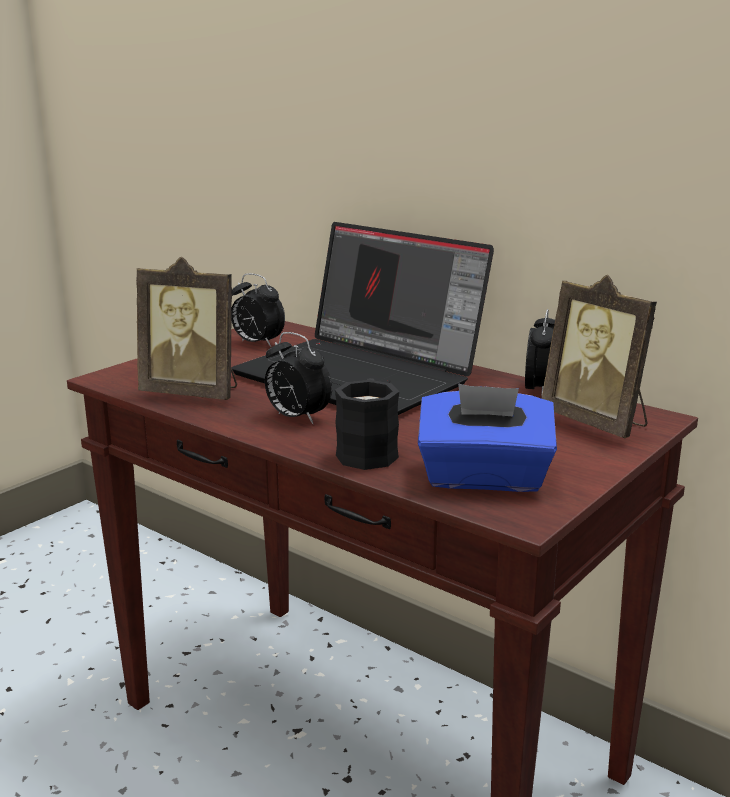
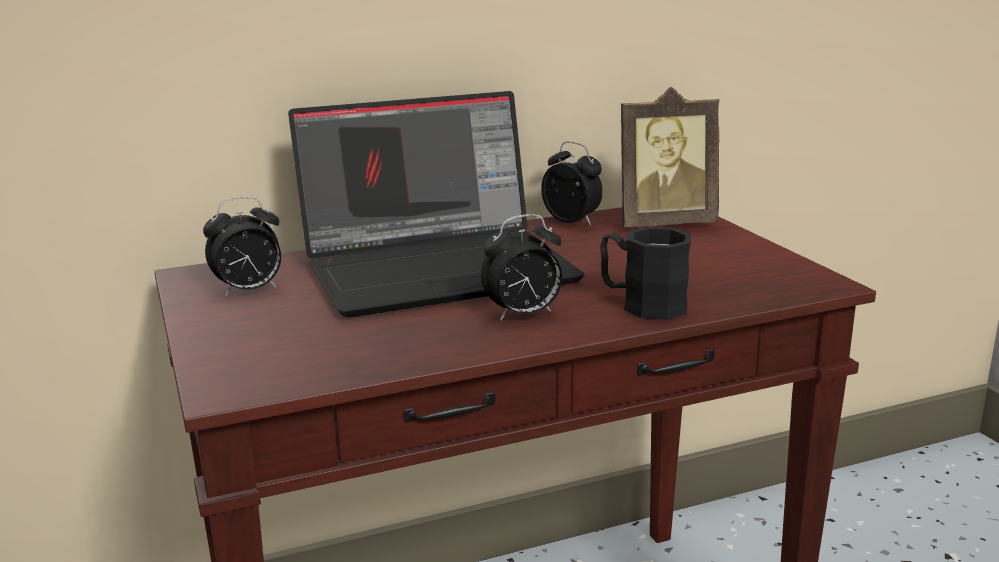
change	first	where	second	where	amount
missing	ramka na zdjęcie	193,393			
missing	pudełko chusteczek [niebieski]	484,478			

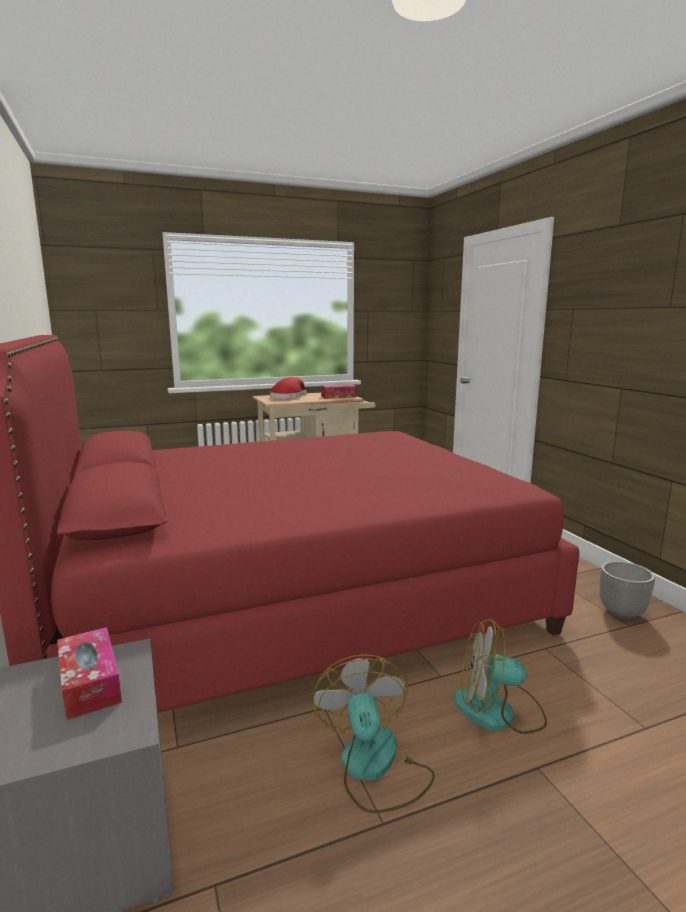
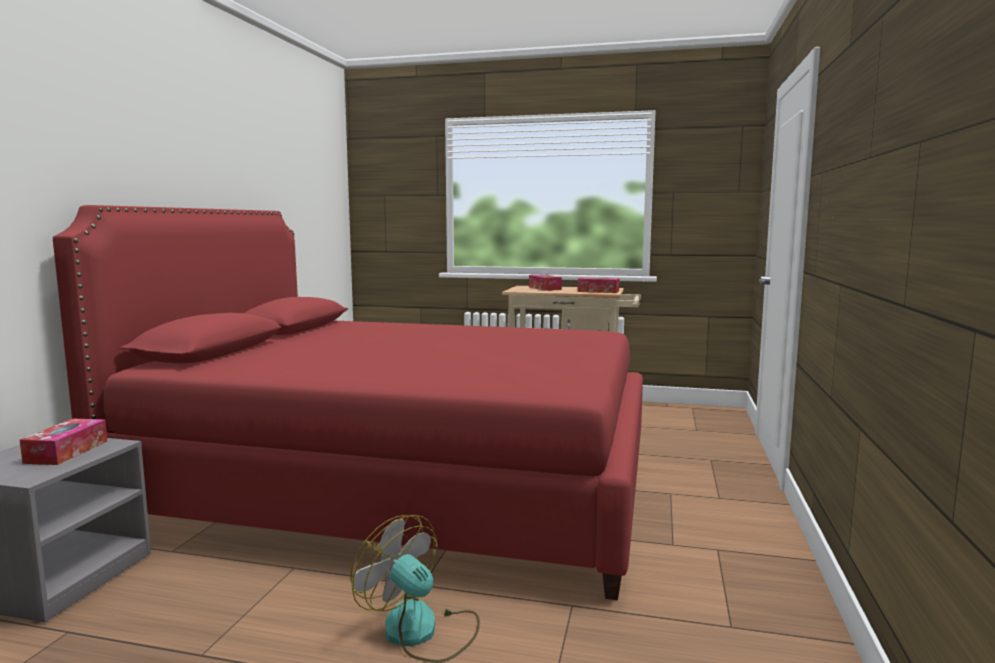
change	first	where	second	where	amount
missing	wentylator	374,768			
missing	donica	621,613			
exchanged	kapelusz [czerwony]	288,397	pudełko chusteczek	544,288	

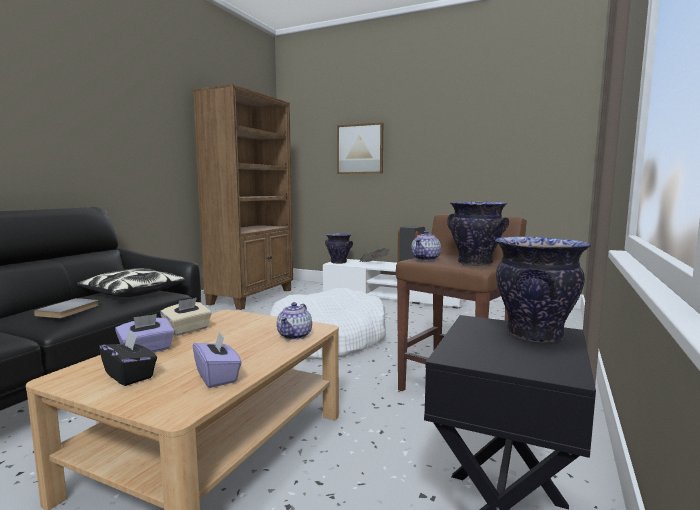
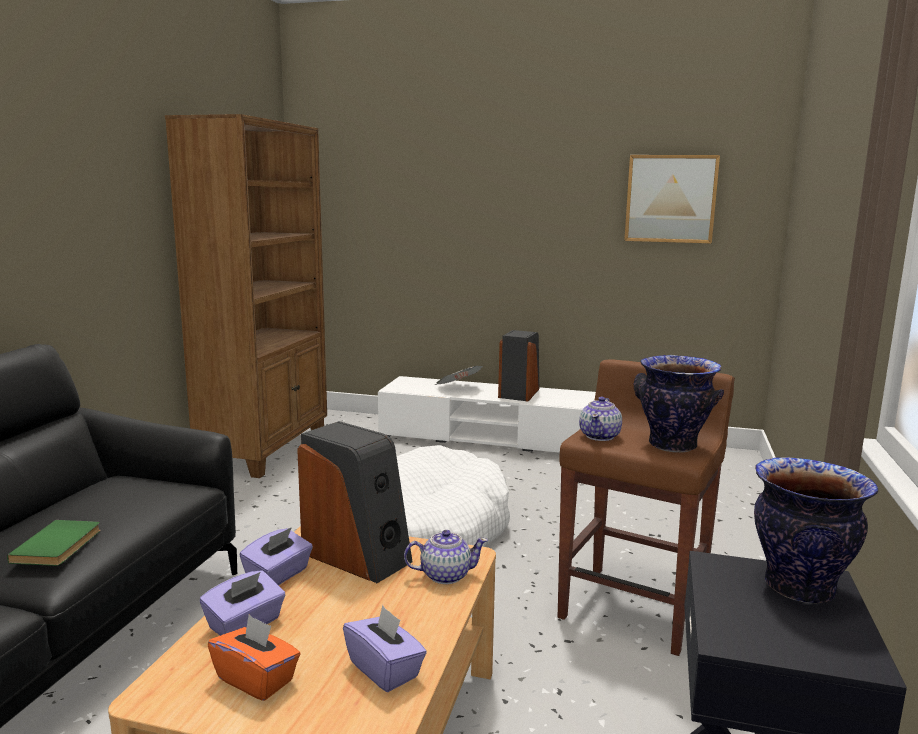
change	first	where	second	where	amount
missing	poduszka	132,293			
missing	wazon	339,262			
appeared			głośnik	357,556	
relocated	obraz	360,149		670,199	
colour	książka [szary]	70,310	książka [zielony]	60,546	
colour	pudełko chusteczek [czarny]	130,375	pudełko chusteczek [pomarańczowy]	256,679	
colour	pudełko chusteczek [beżowy]	187,330	pudełko chusteczek [fioletowy]	278,575	
spun	imbryk	295,335		445,575	105 degrees counterclockwise

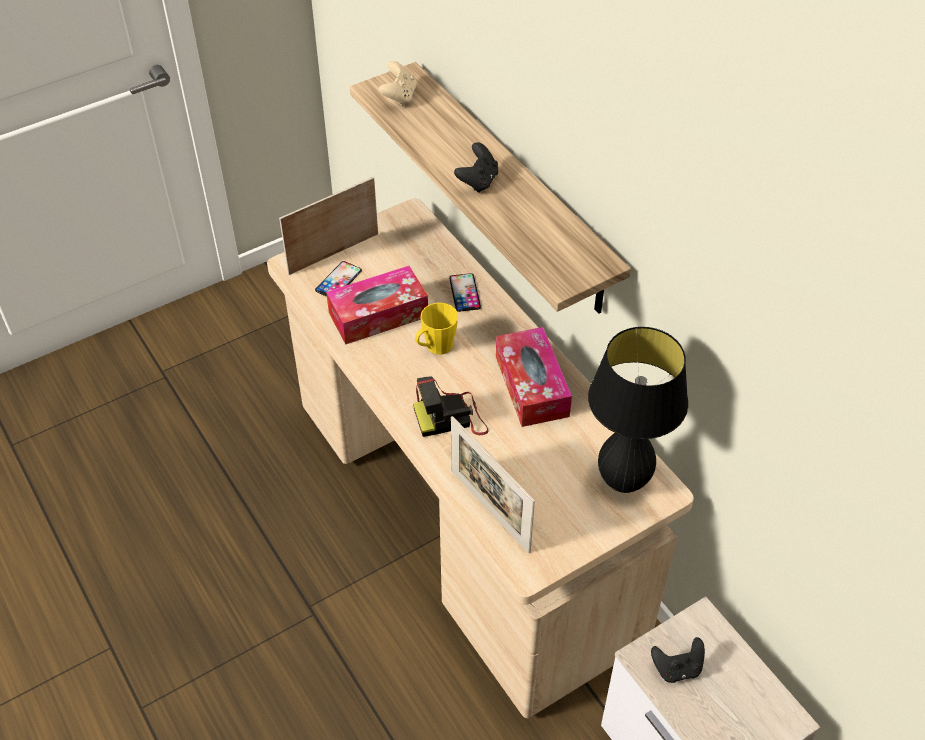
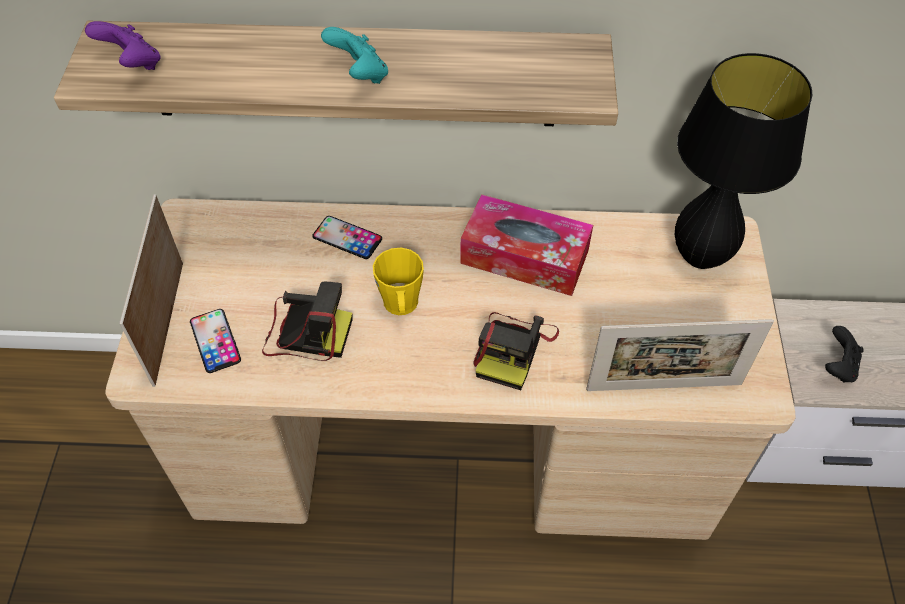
change	first	where	second	where	amount
exchanged	pudełko chusteczek	378,315	aparat fotograficzny	305,332	
colour	pad do gier [beżowy]	399,97	pad do gier [fioletowy]	133,64	
colour	pad do gier [czarny]	478,181	pad do gier [turkusowy]	359,74	

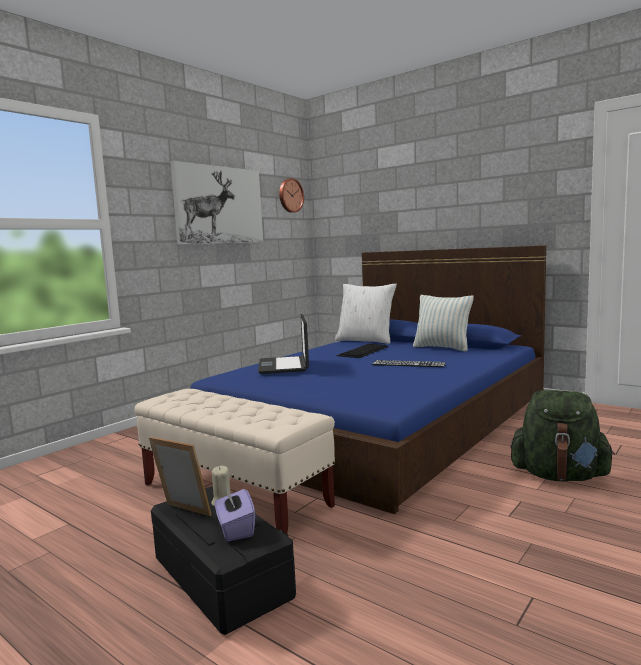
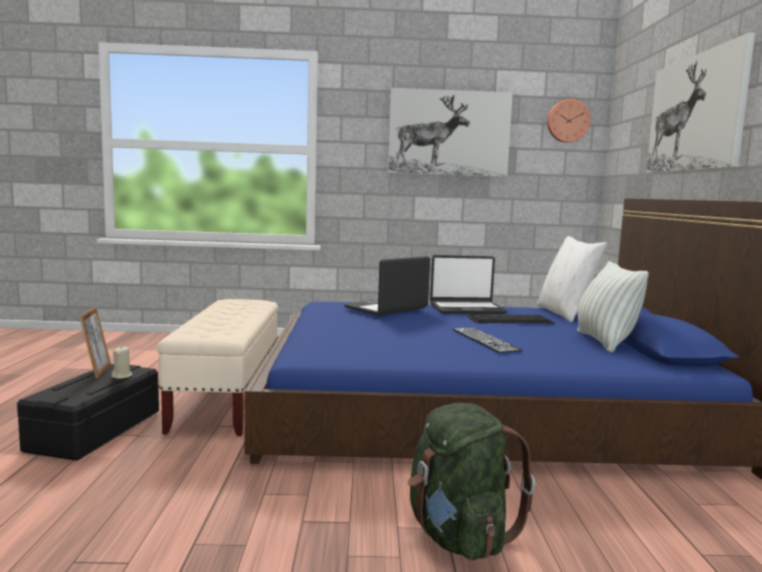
change	first	where	second	where	amount
missing	pudełko chusteczek [fioletowy]	235,529			
appeared			laptop	466,309	
appeared			obraz	695,113	

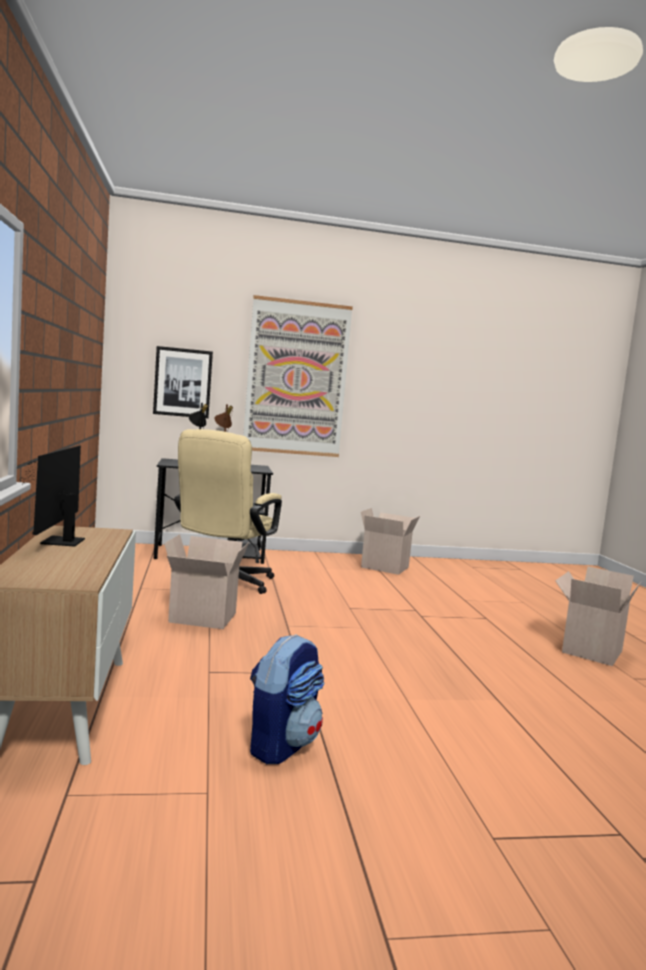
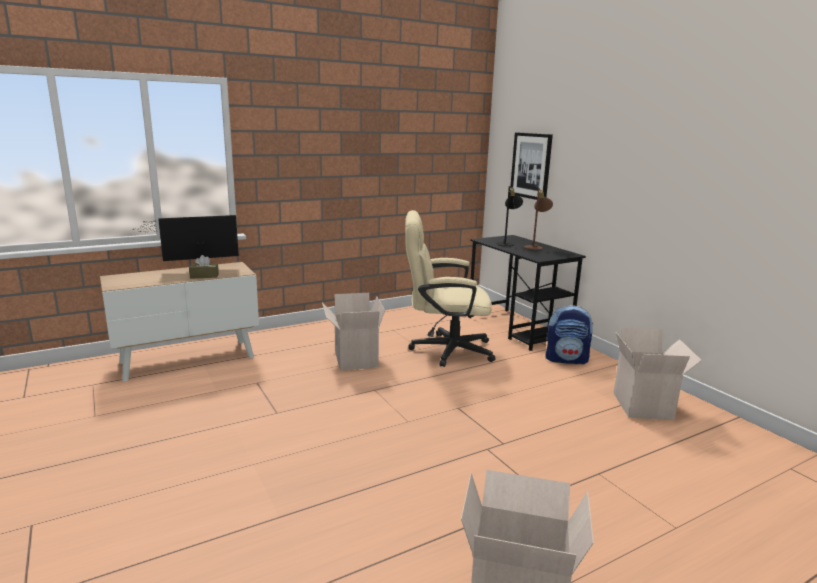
change	first	where	second	where	amount
missing	obraz	297,378			
appeared			pudełko chusteczek [brązowy]	204,276	
relocated	plecak	281,745		566,359	

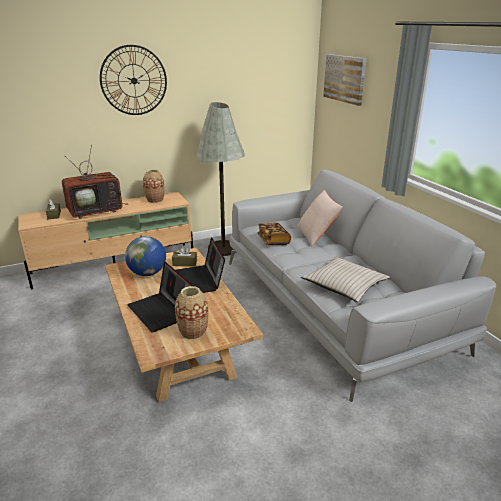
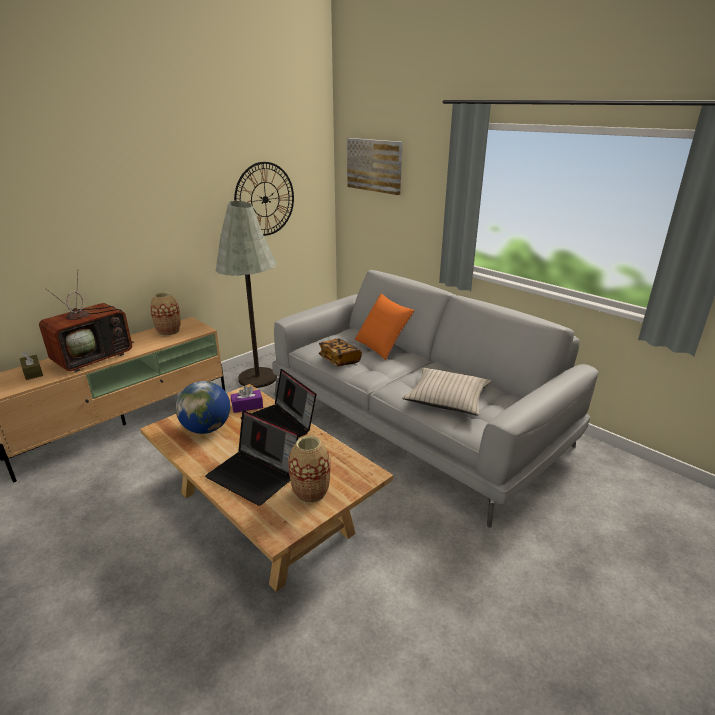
change	first	where	second	where	amount
relocated	zegar ścienny	134,80		265,199	
colour	pudełko chusteczek [brązowy]	185,263	pudełko chusteczek [fioletowy]	247,406	
colour	poduszka [beżowy]	316,235	poduszka [pomarańczowy]	382,346	

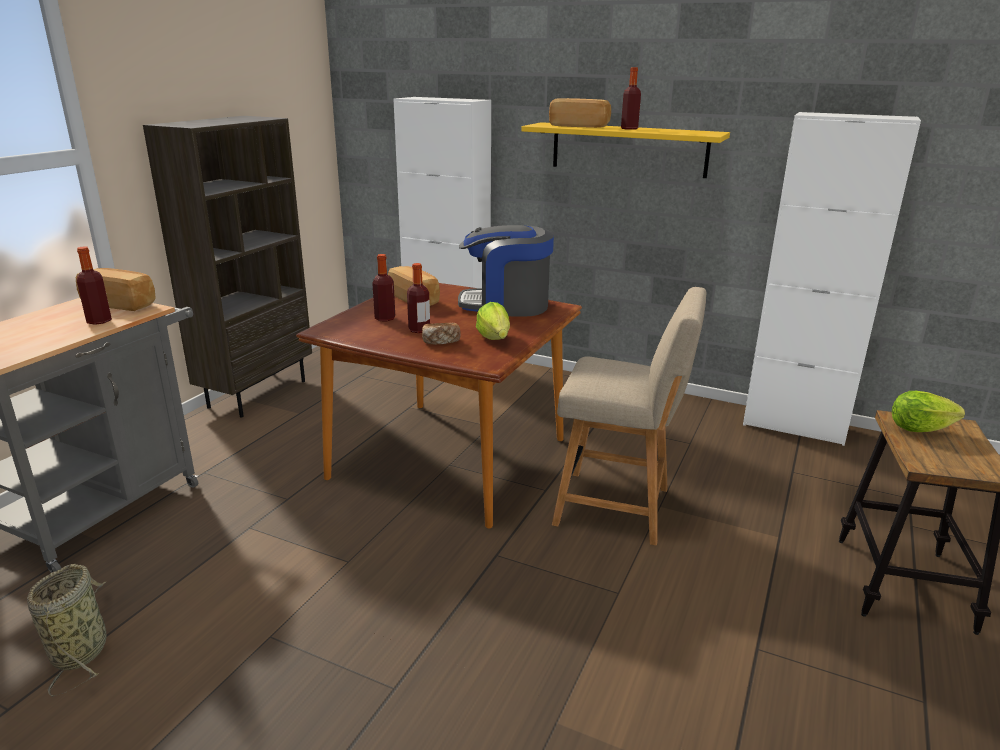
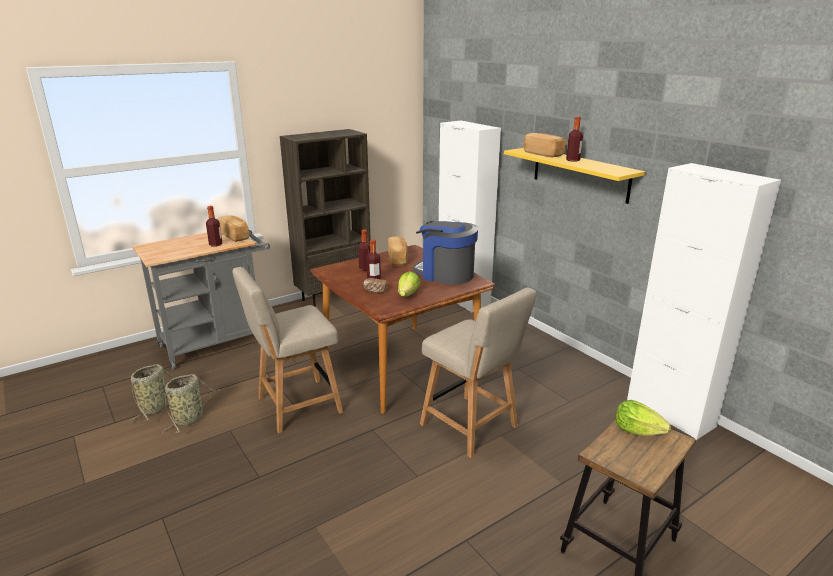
change	first	where	second	where	amount
appeared			koszyk	190,418	
appeared			krzesło [beżowy]	295,406	

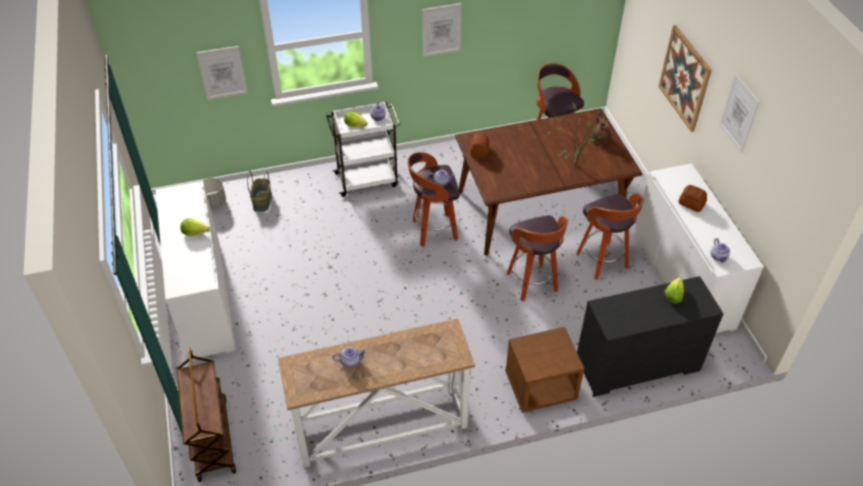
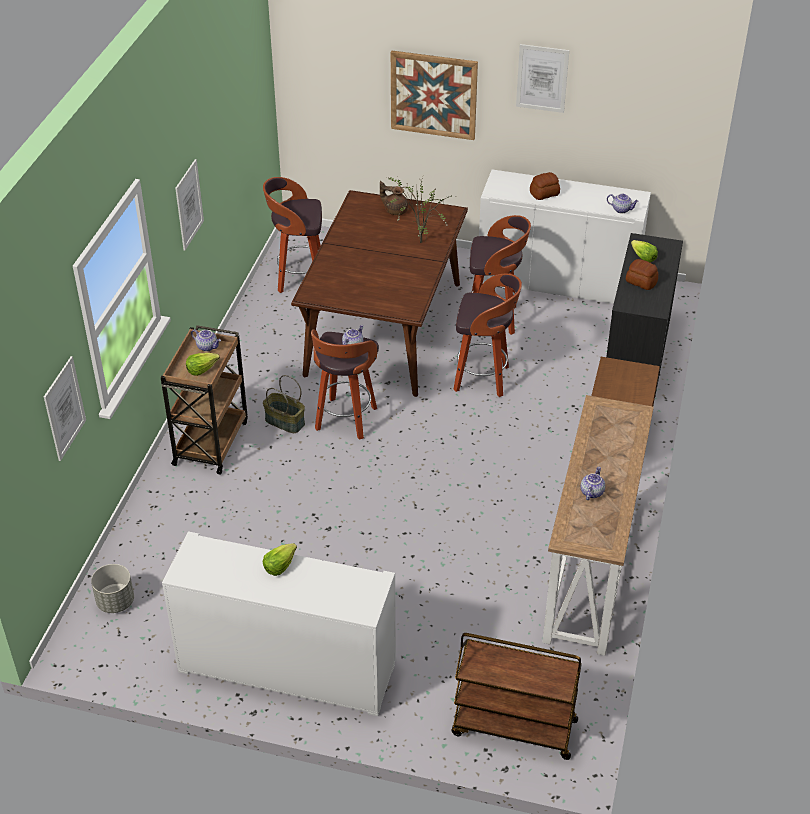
change	first	where	second	where	amount
relocated	koszyk	262,201		284,422	
relocated	chleb	480,151		641,281	
colour	wózek [biały]	367,179	wózek [brązowy]	211,441	

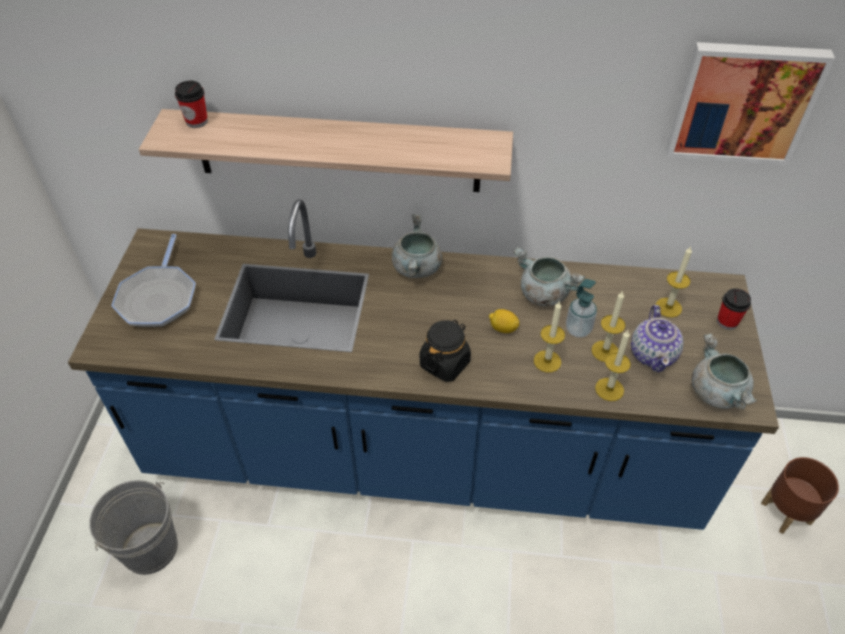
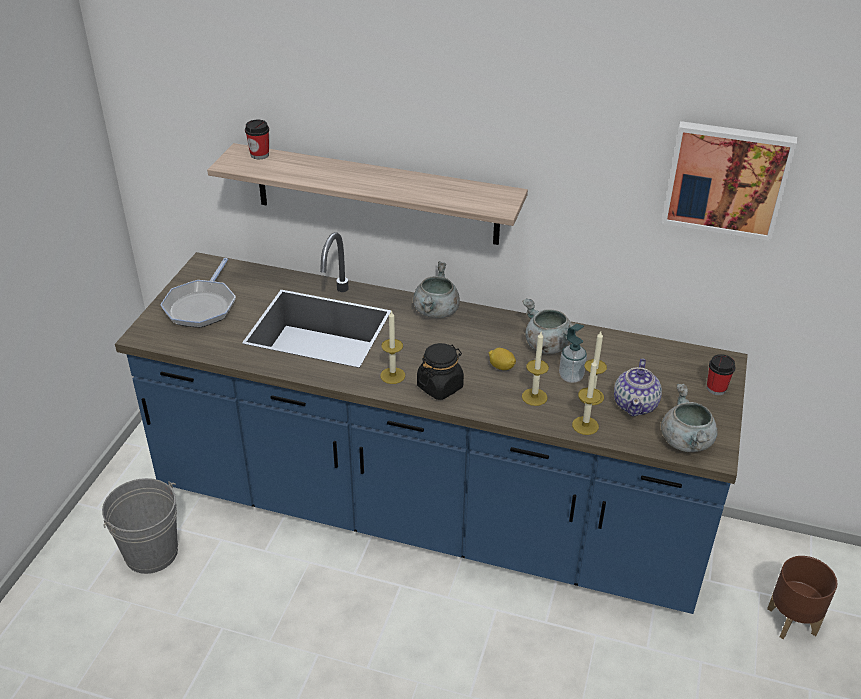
change	first	where	second	where	amount
relocated	świeca	668,307		392,375	

